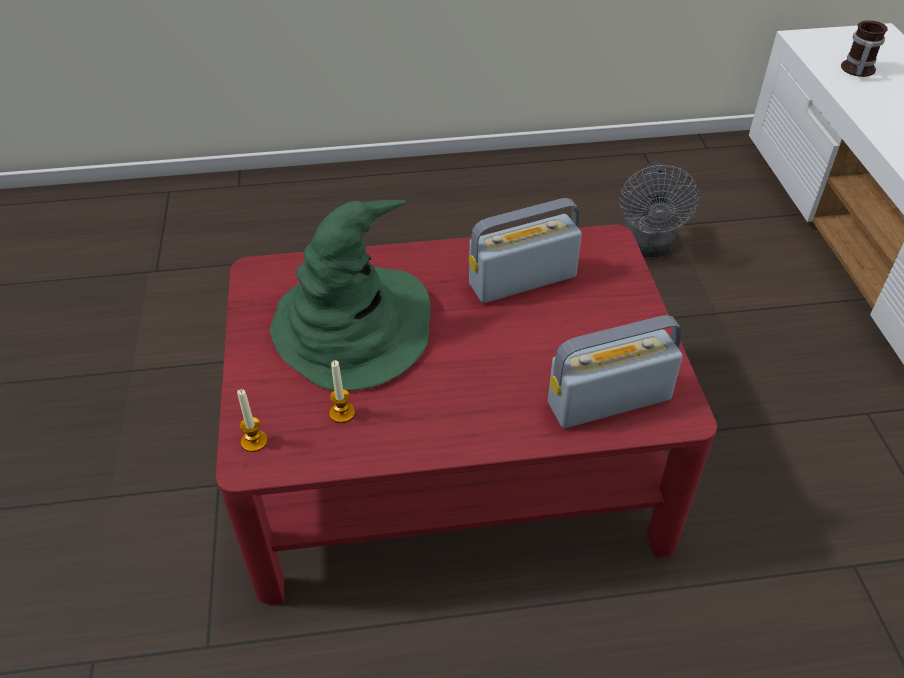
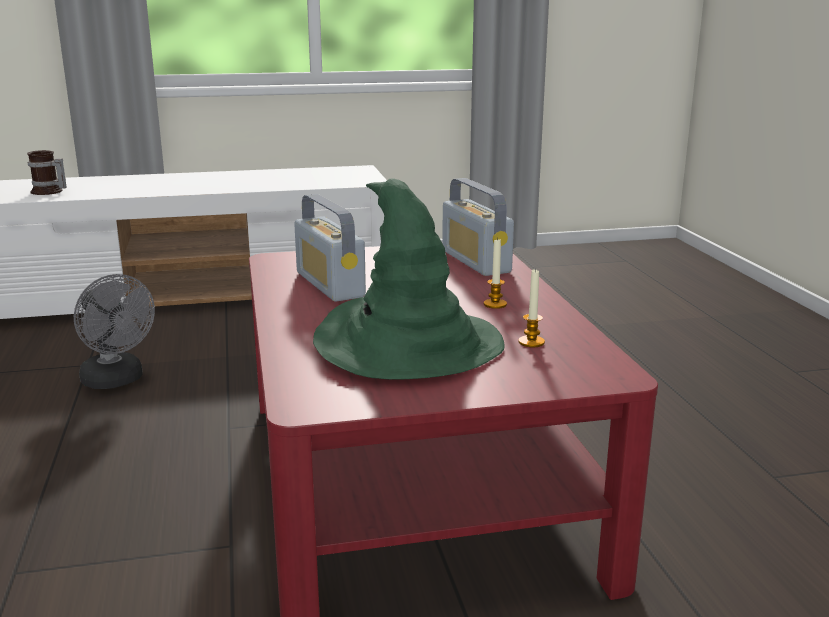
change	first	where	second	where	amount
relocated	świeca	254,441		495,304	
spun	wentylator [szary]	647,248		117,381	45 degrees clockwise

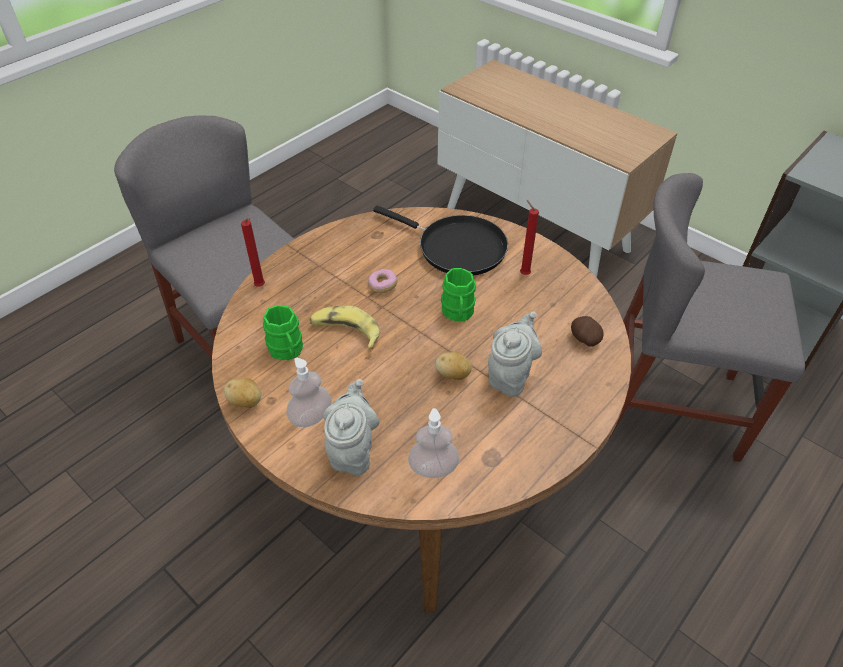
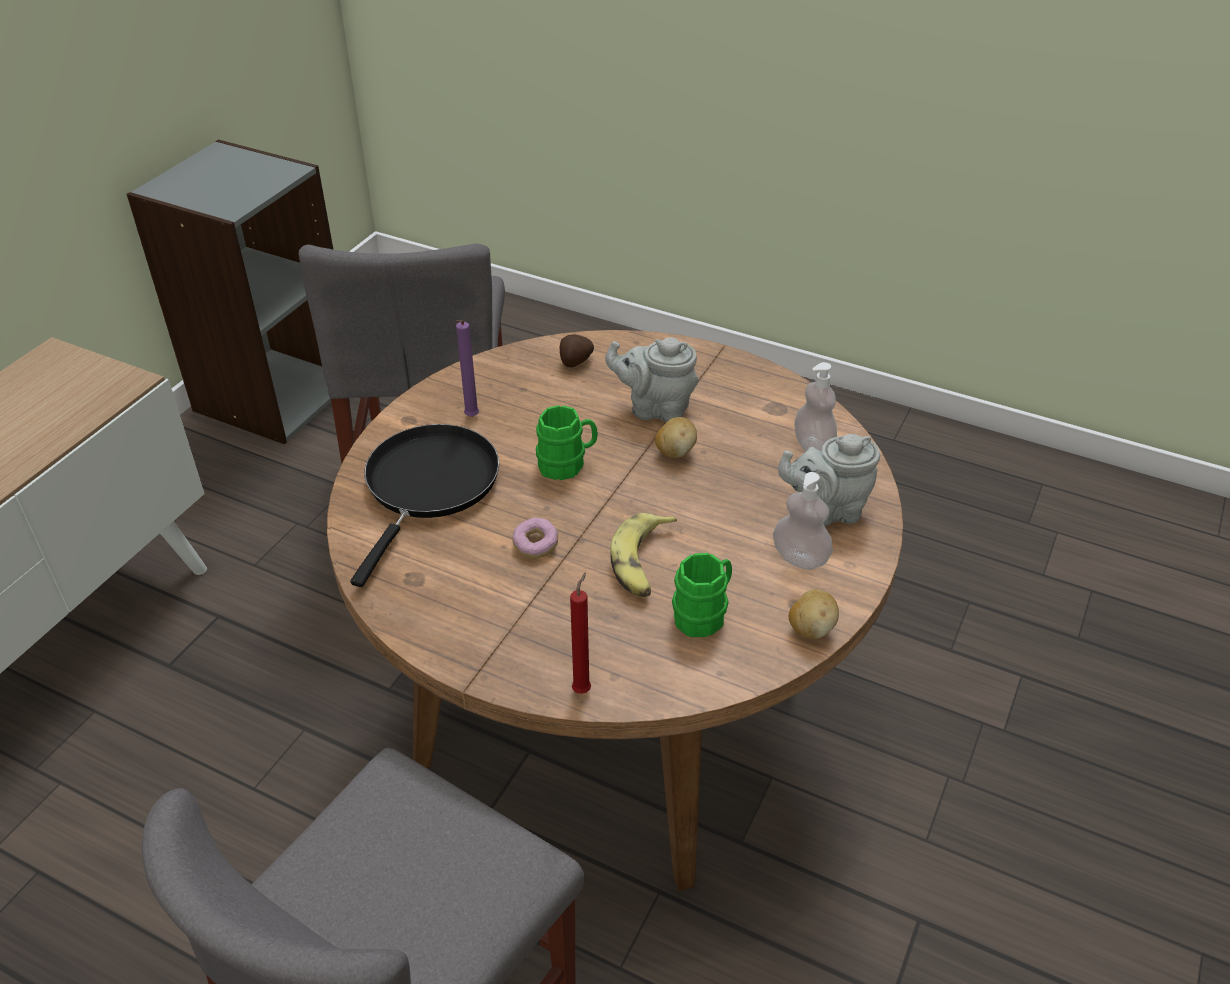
change	first	where	second	where	amount
colour	świeca [czerwony]	523,273	świeca [fioletowy]	470,418	

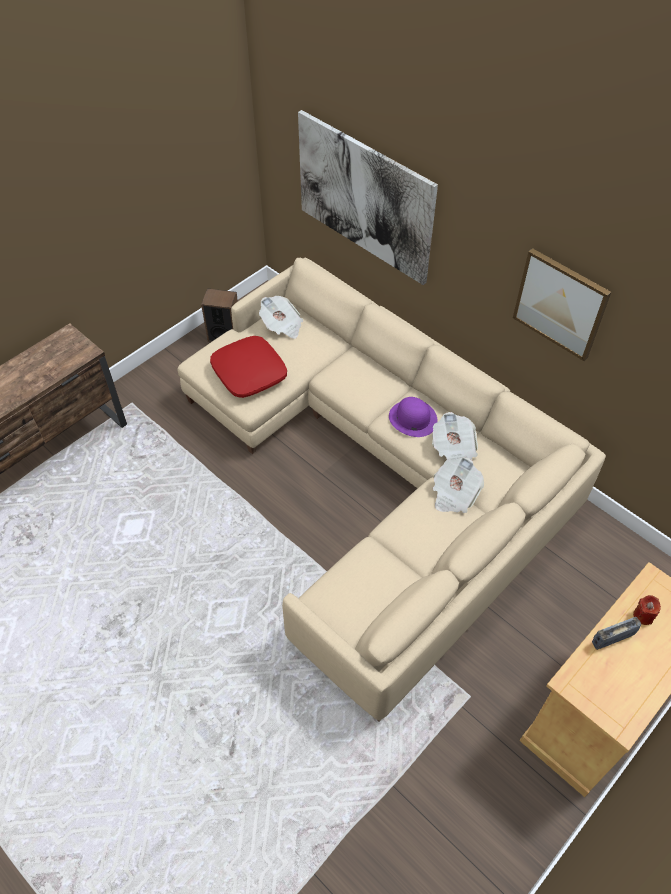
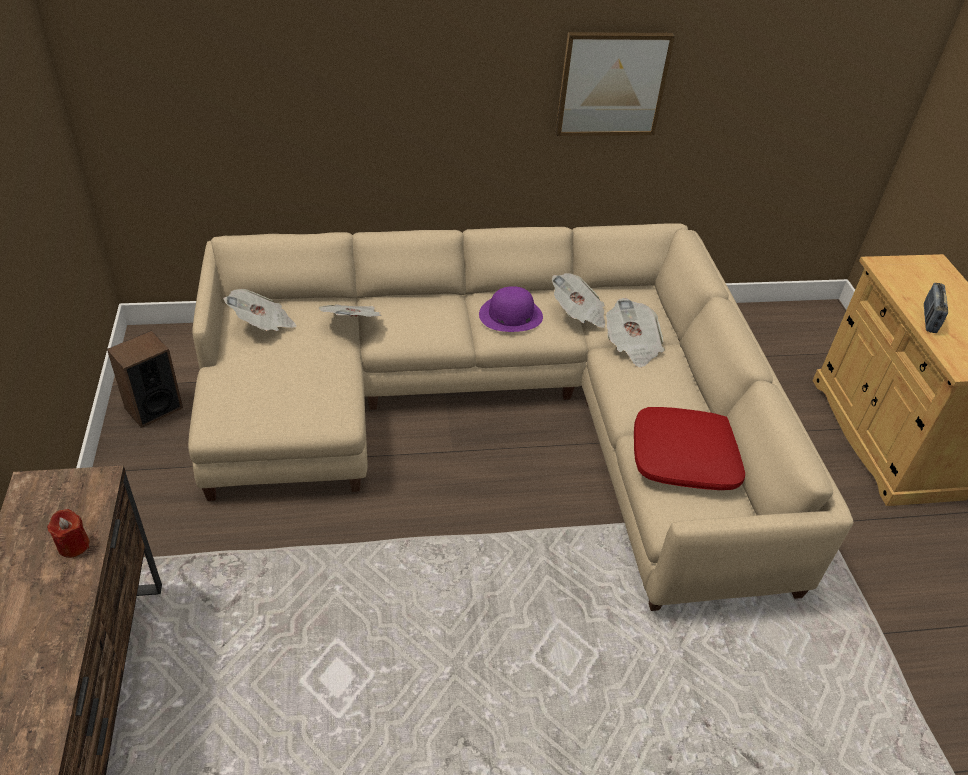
change	first	where	second	where	amount
missing	obraz	364,197			
appeared			gazeta	353,323	
relocated	poduszka [czerwony]	248,373		684,459	
relocated	świeca [czerwony]	643,615		73,545	

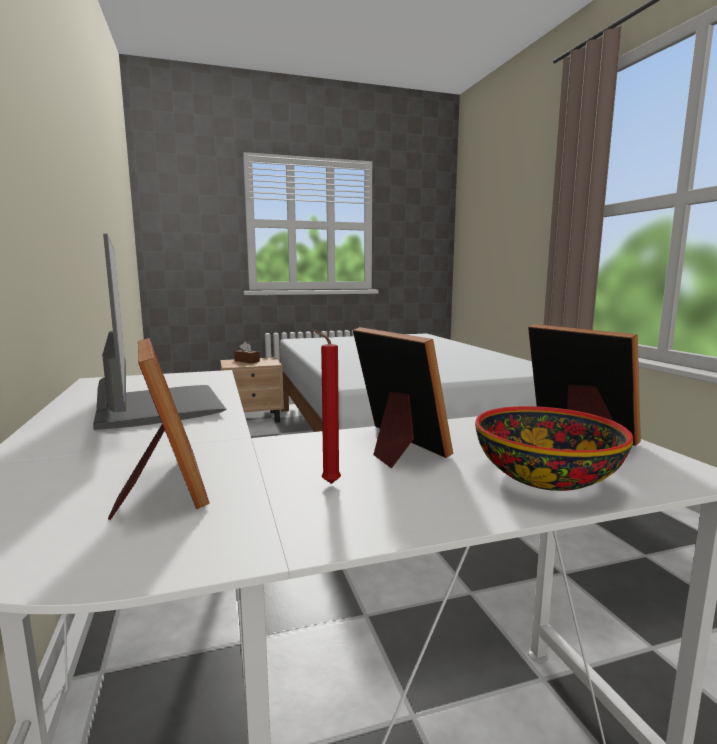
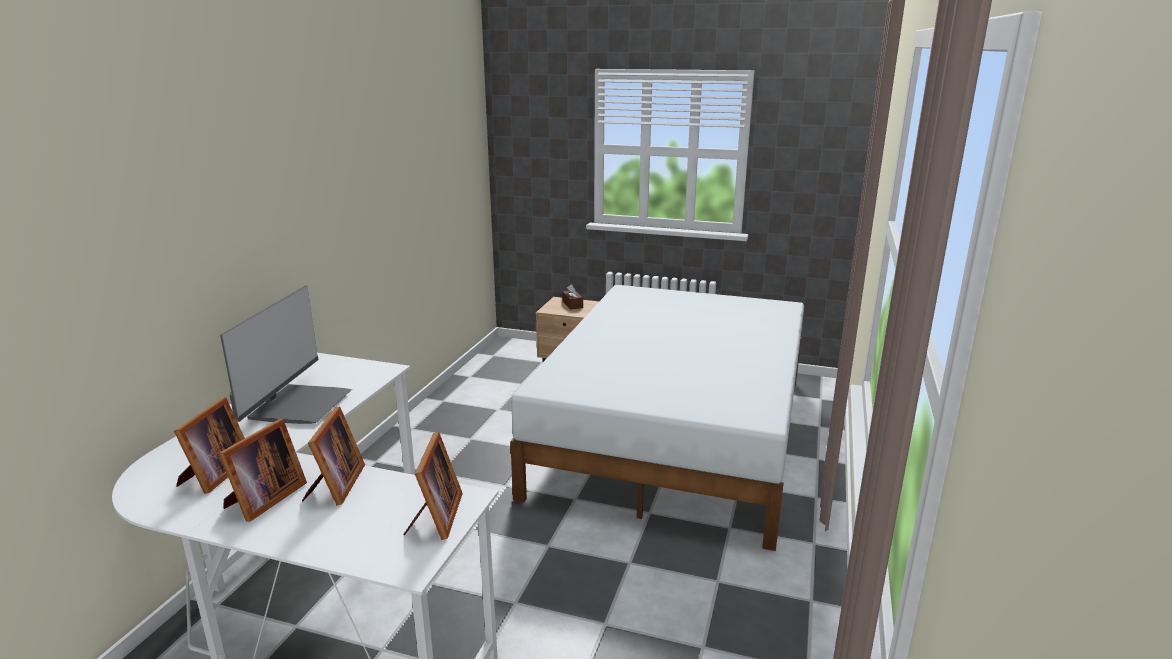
change	first	where	second	where	amount
missing	miska	545,475			
exchanged	świeca [czerwony]	327,484	ramka na zdjęcie	263,500	

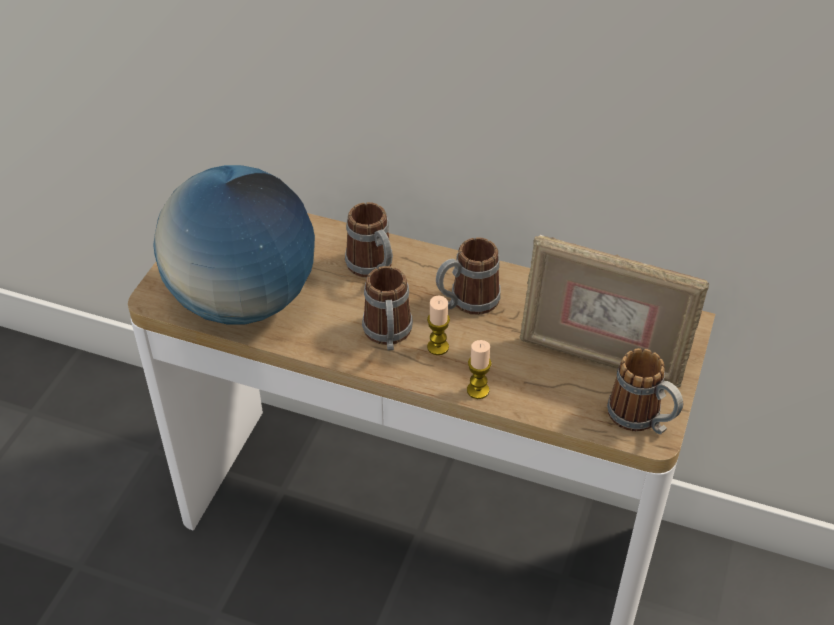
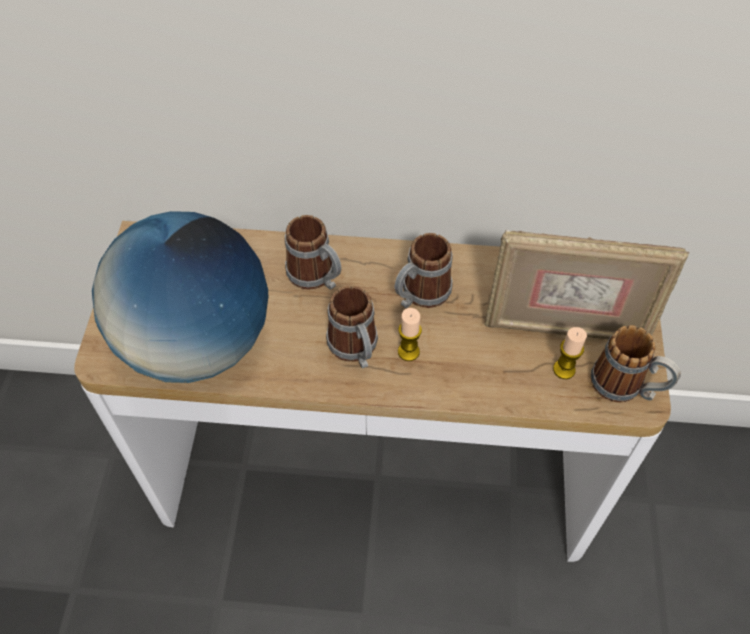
change	first	where	second	where	amount
relocated	świeca	478,390		564,369	

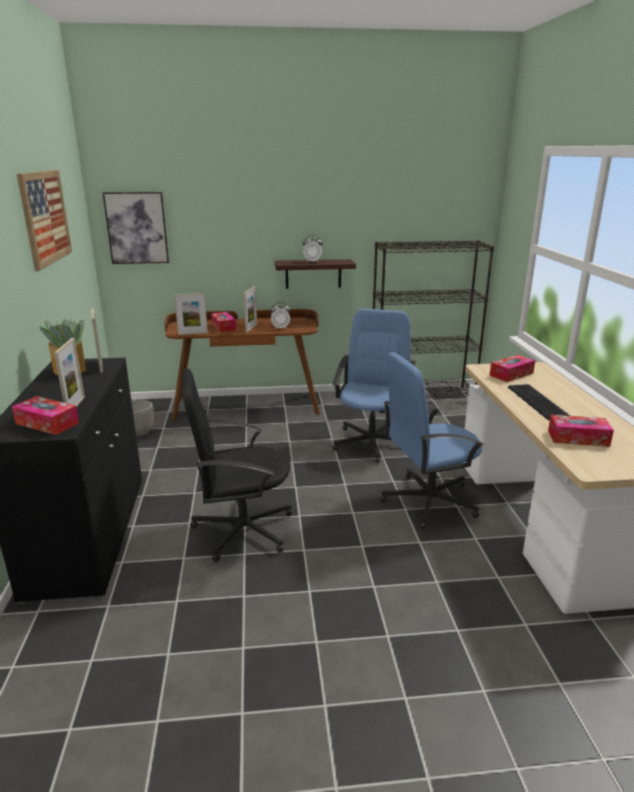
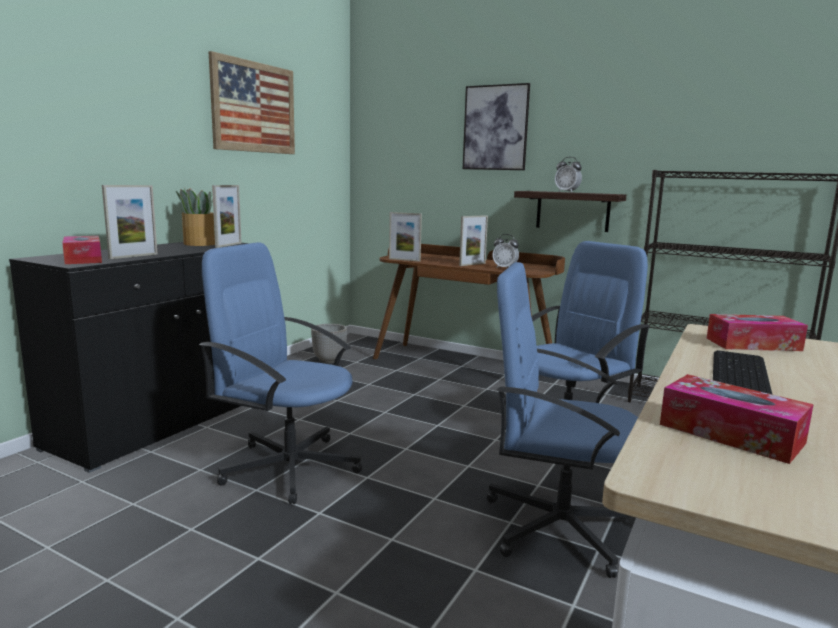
change	first	where	second	where	amount
missing	pudełko chusteczek	223,327			
relocated	obraz	137,228		495,128	
colour	krzesło biurowe [czarny]	241,530	krzesło biurowe [niebieski]	289,467	

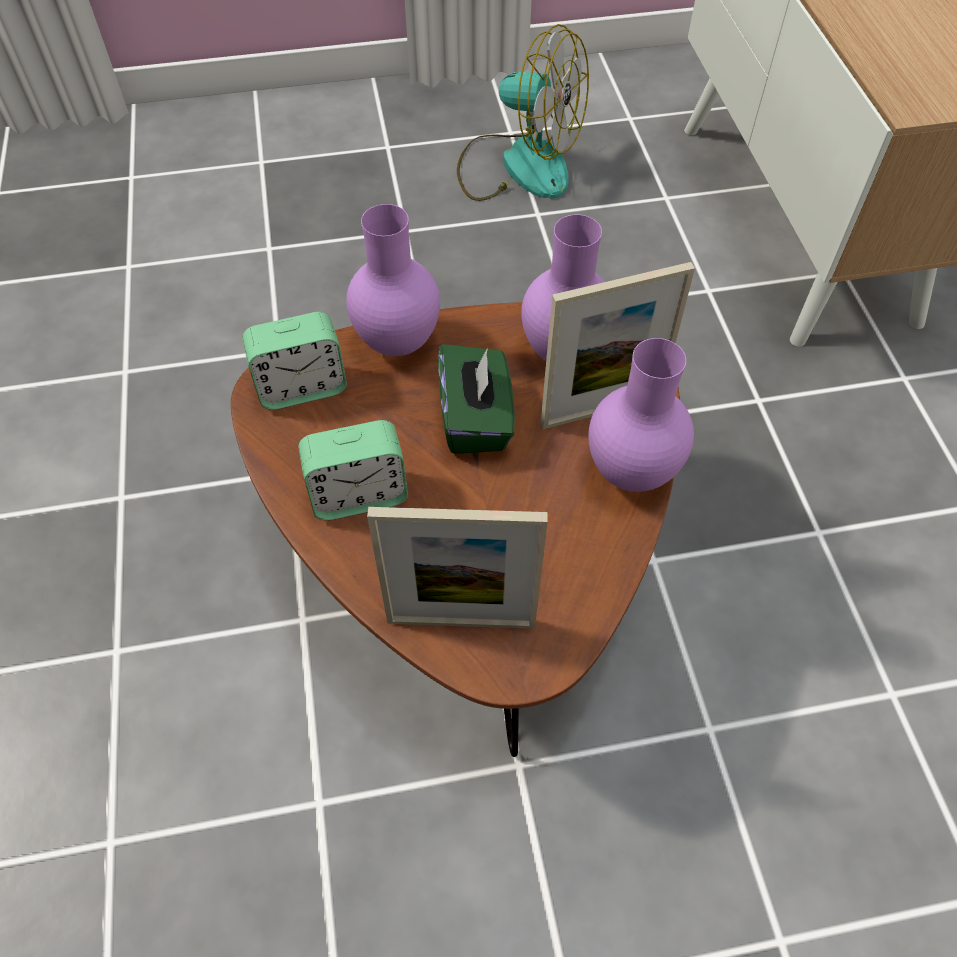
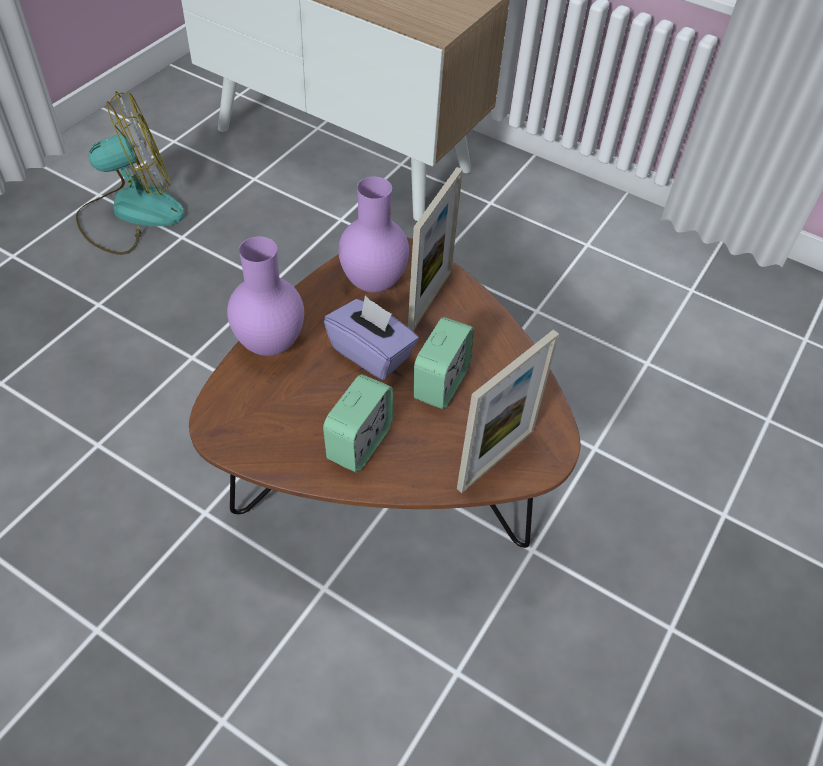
change	first	where	second	where	amount
missing	wazon [fioletowy]	630,474			
relocated	budzik	302,387		441,384	
colour	pudełko chusteczek [zielony]	476,420	pudełko chusteczek [fioletowy]	371,353	

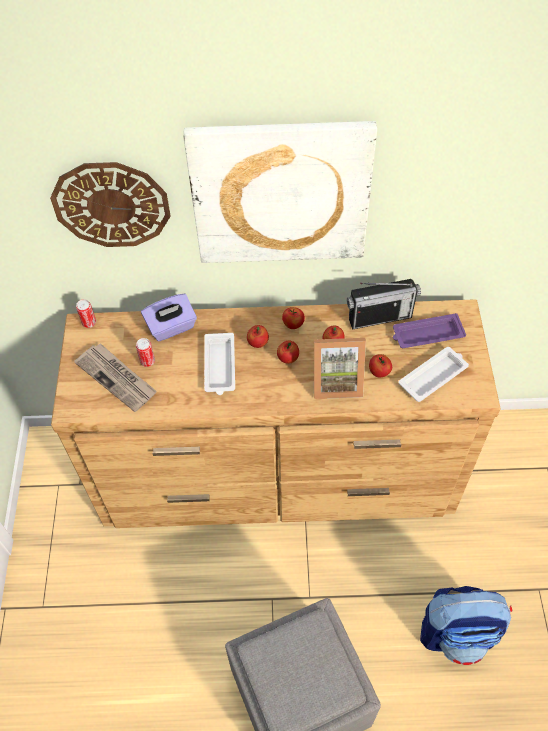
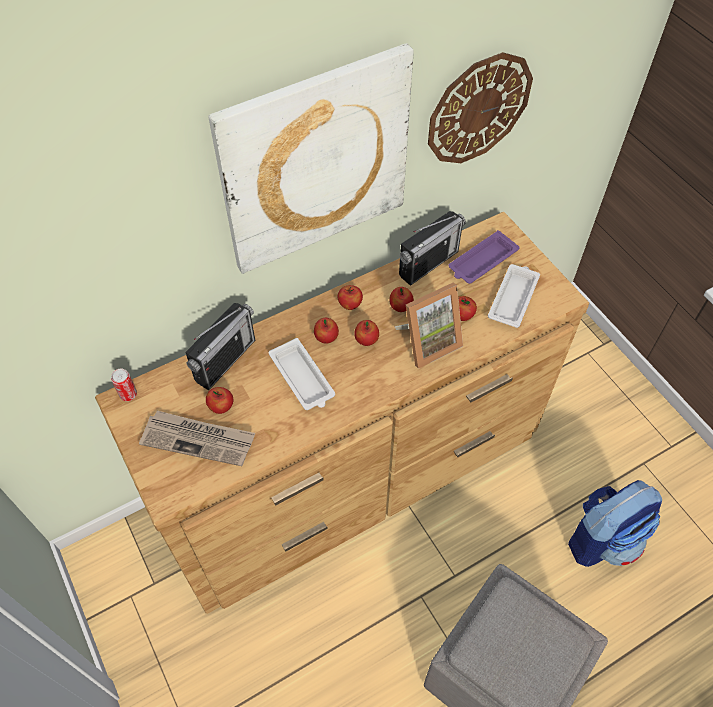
change	first	where	second	where	amount
relocated	zegar ścienny	111,205		478,109	
exchanged	puszka	147,361	jabłko	221,407	
exchanged	pudełko chusteczek [fioletowy]	171,327	radio	225,360	

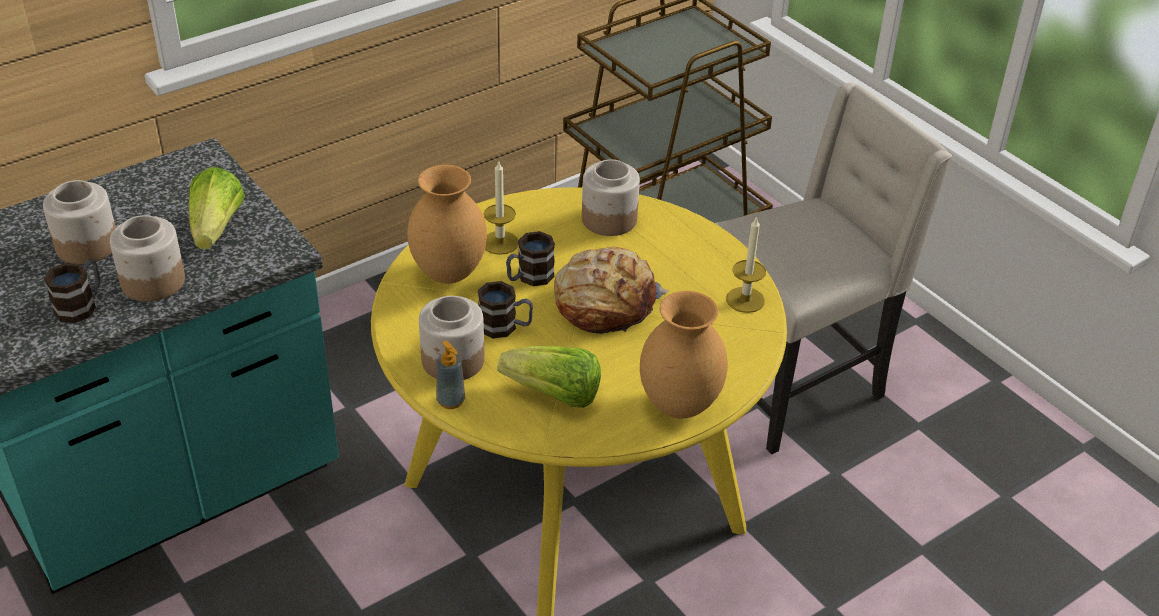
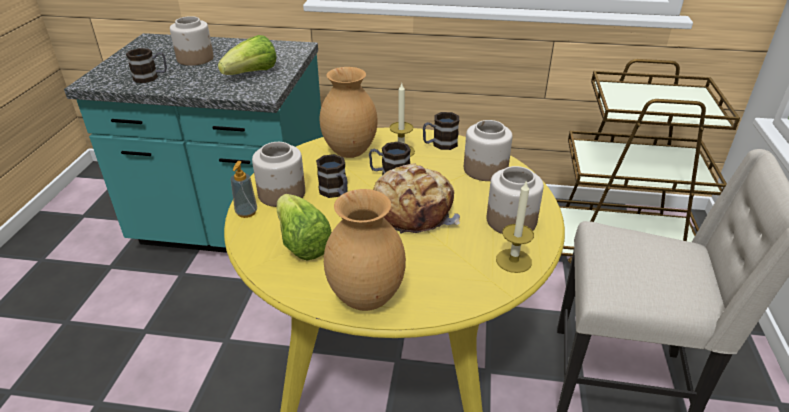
change	first	where	second	where	amount
appeared			kubek	439,144	
relocated	słoik	152,282		510,221	

